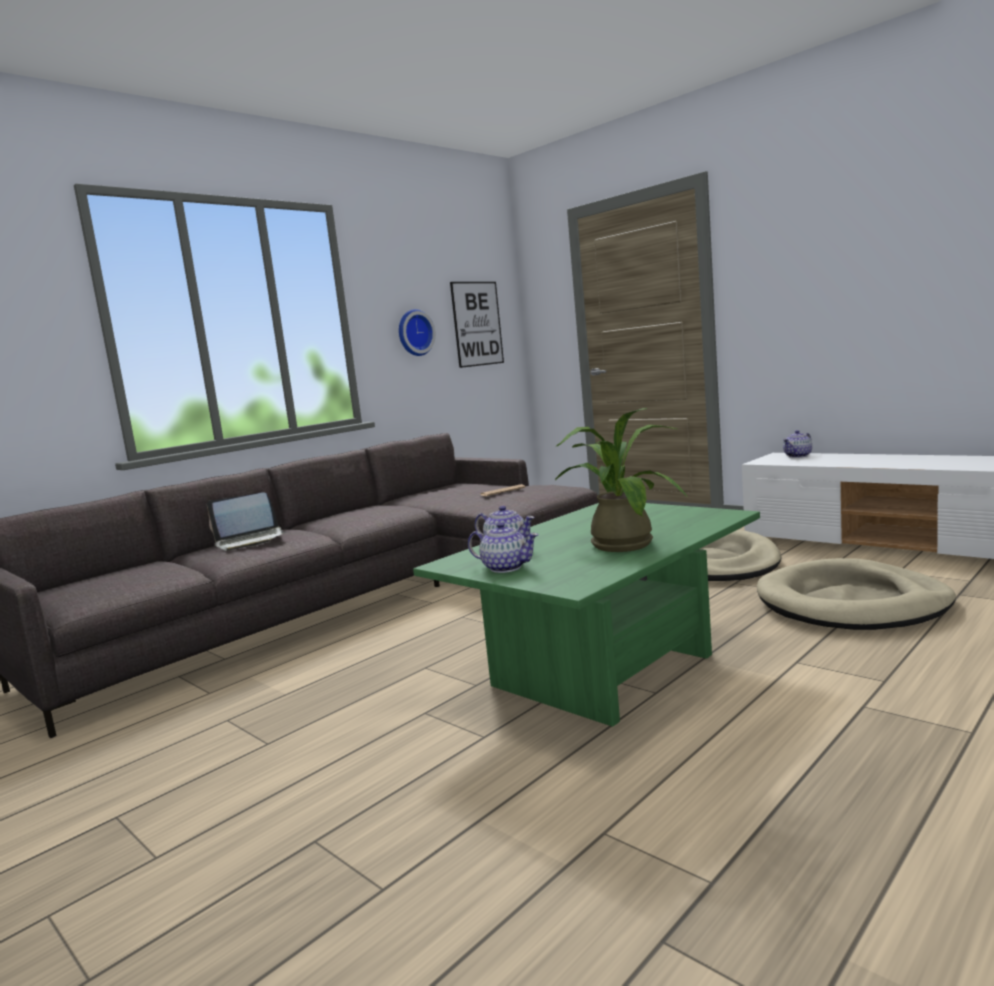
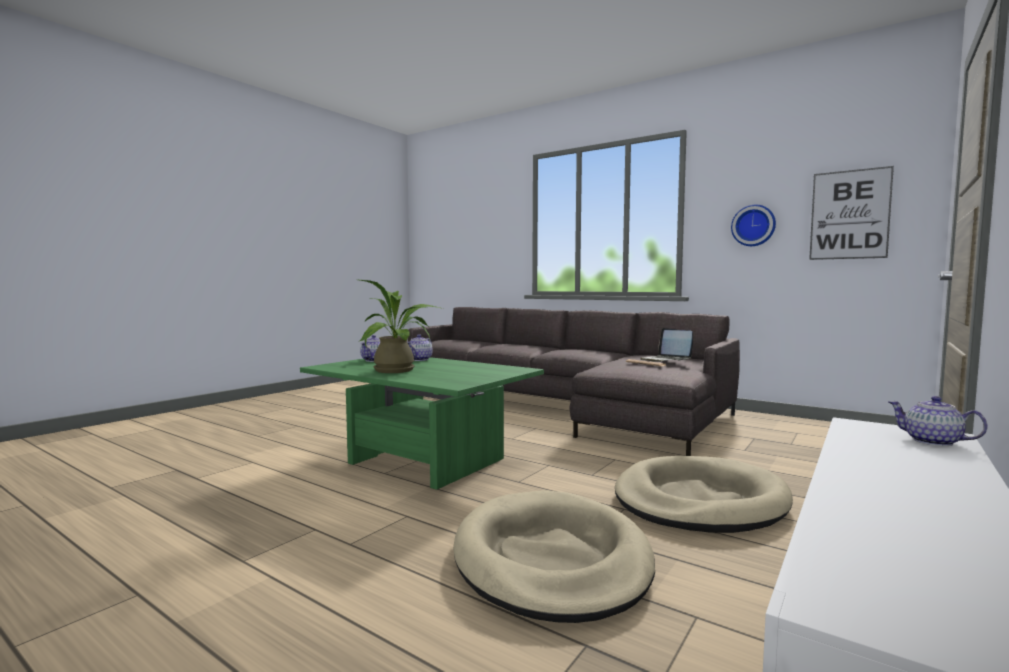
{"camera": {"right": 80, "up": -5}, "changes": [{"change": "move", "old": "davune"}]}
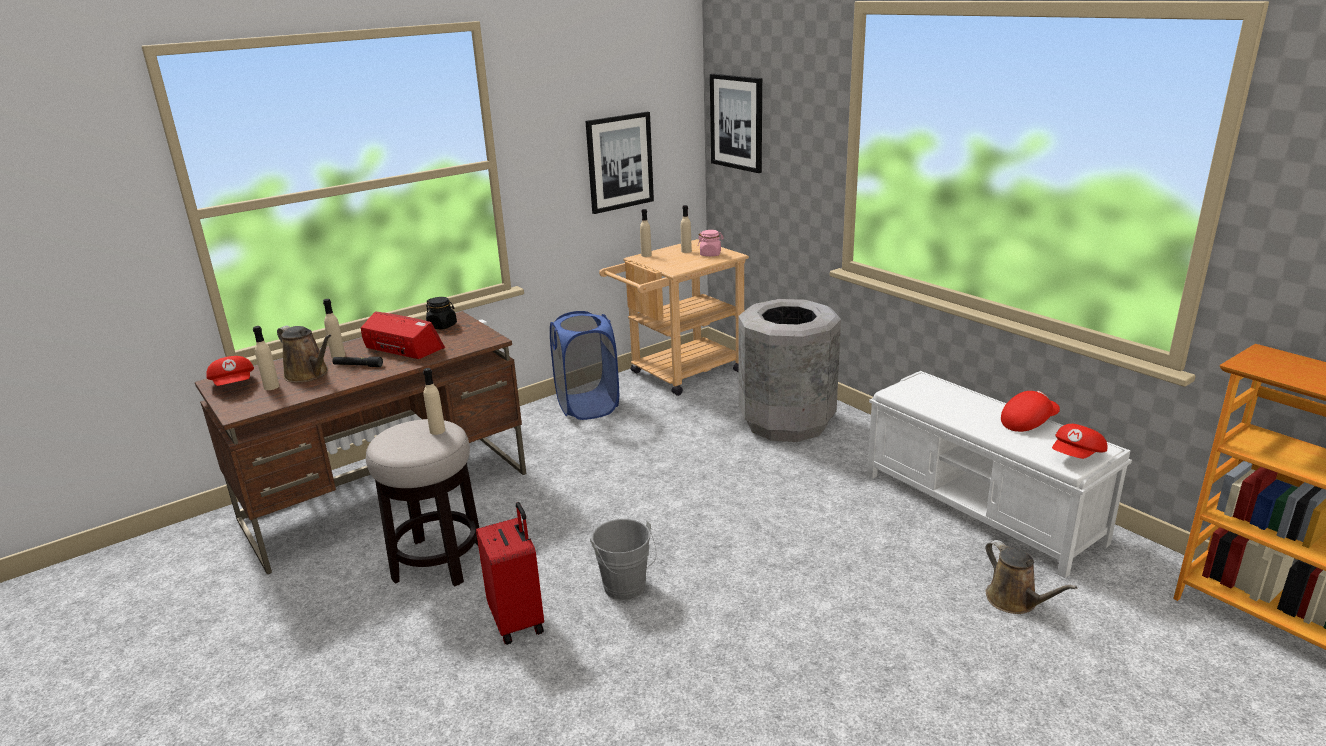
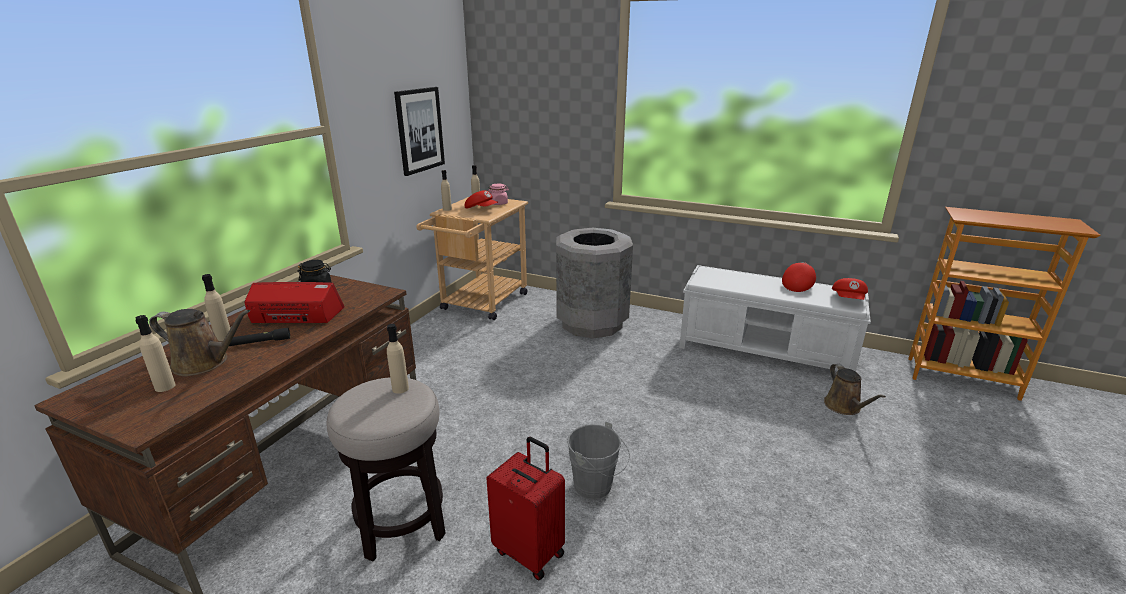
{"camera": {"right": -30, "up": 0}, "changes": [{"change": "delete", "old": "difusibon (2nd from left)"}, {"change": "delete", "old": "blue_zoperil"}, {"change": "move", "old": "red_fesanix (1st from left)"}, {"change": "rotate", "old": "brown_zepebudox (2nd from left)", "degrees": 45}]}
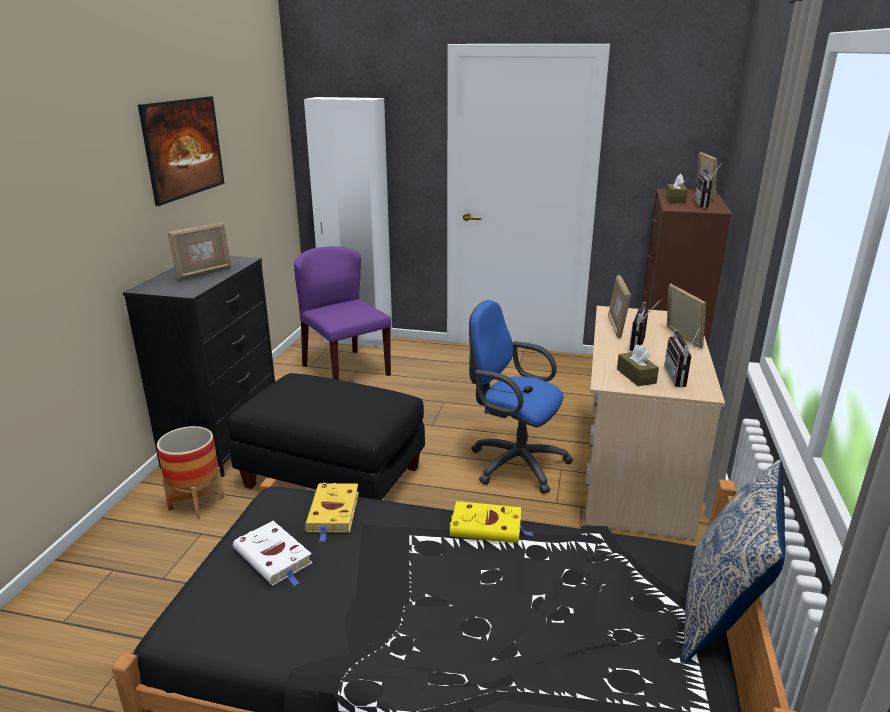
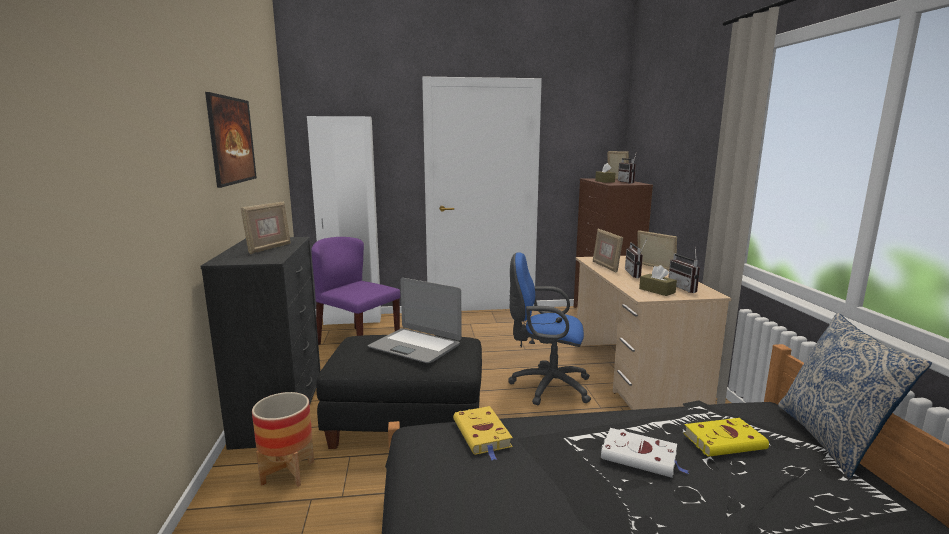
{"camera": {"right": -20, "up": -10}, "changes": [{"change": "move", "old": "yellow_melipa (2nd from left)"}, {"change": "move", "old": "white_melipa"}, {"change": "insert", "new": "davune"}]}
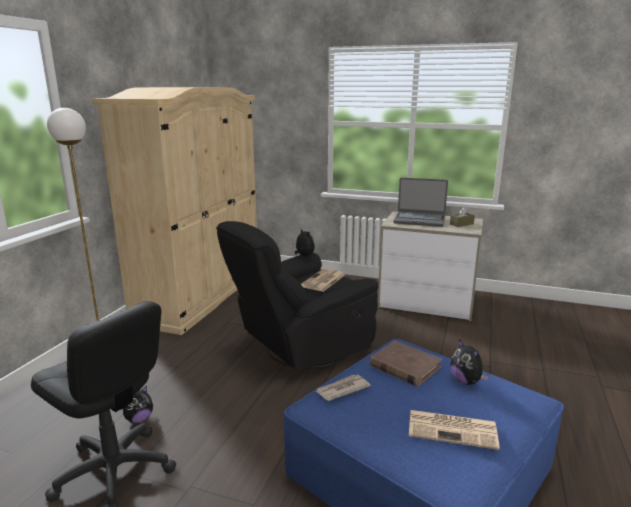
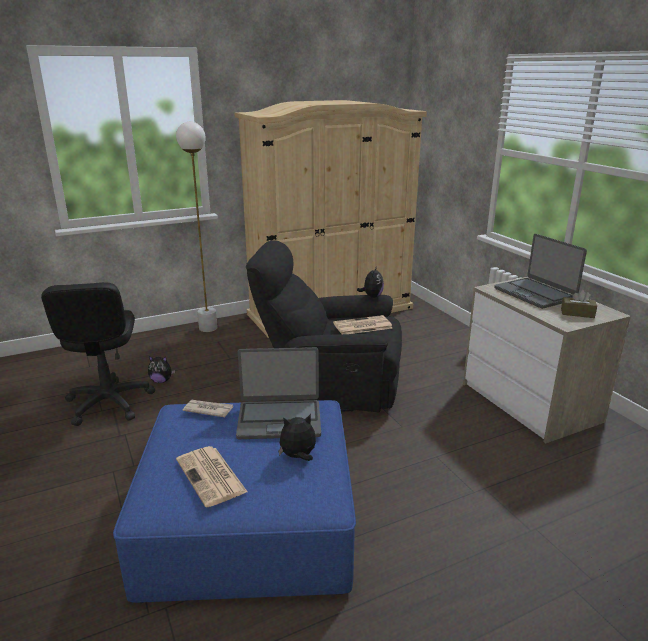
{"camera": {"right": 45, "up": 5}, "changes": [{"change": "rotate", "old": "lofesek (3rd from left in the first image)", "degrees": 60}, {"change": "replace", "old": "brown_melipa", "new": "davune (1st from left)"}]}
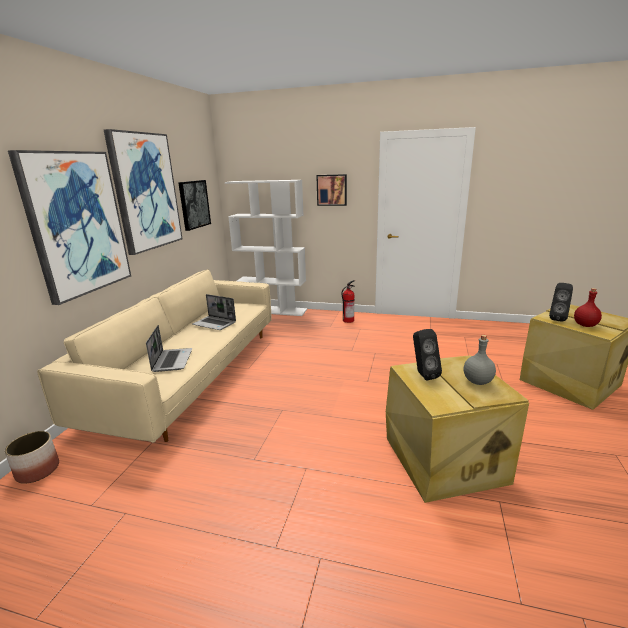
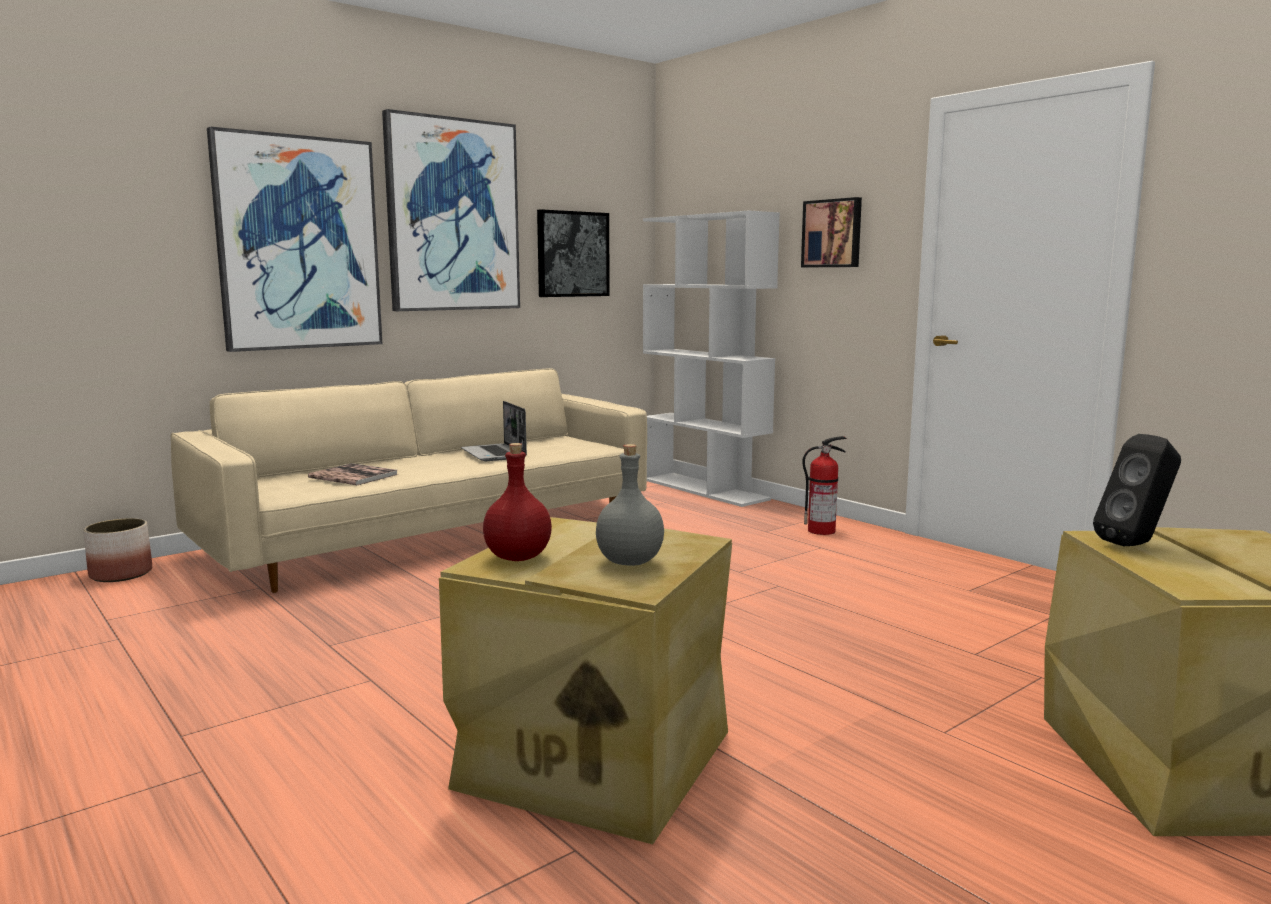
{"camera": {"right": 35, "up": -10}, "changes": [{"change": "move", "old": "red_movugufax"}, {"change": "replace", "old": "davune (1st from left)", "new": "melipa"}, {"change": "delete", "old": "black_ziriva (1st from left)"}]}
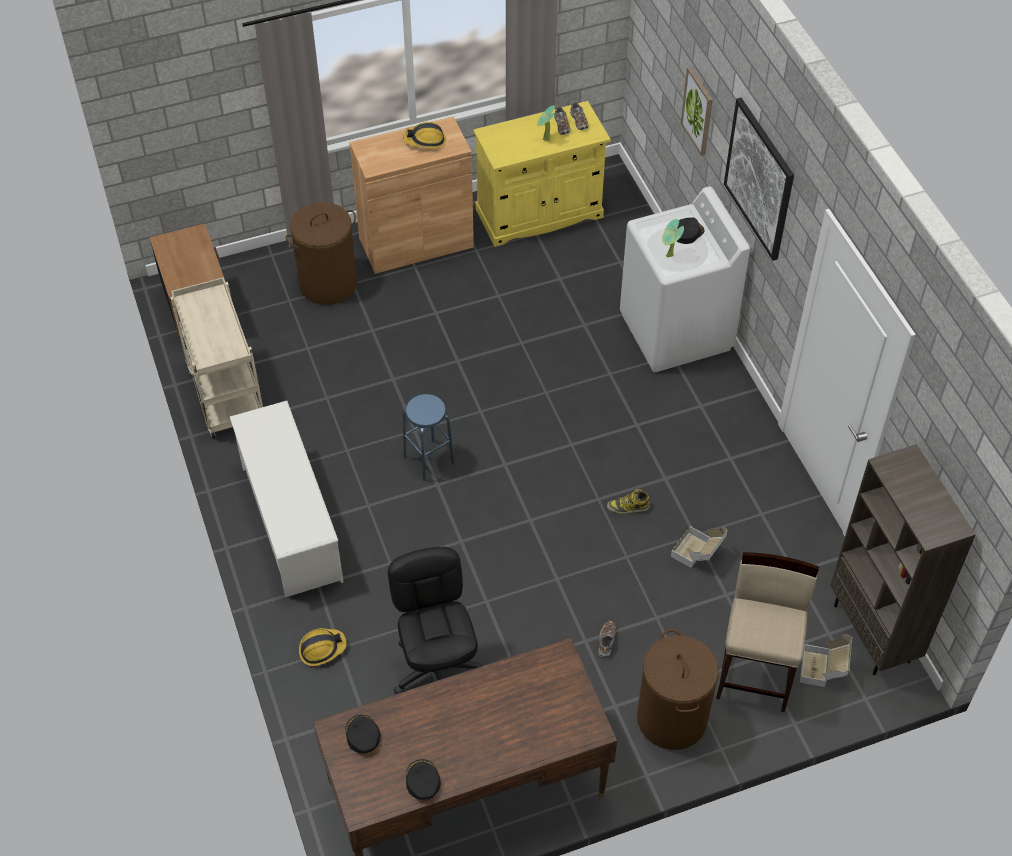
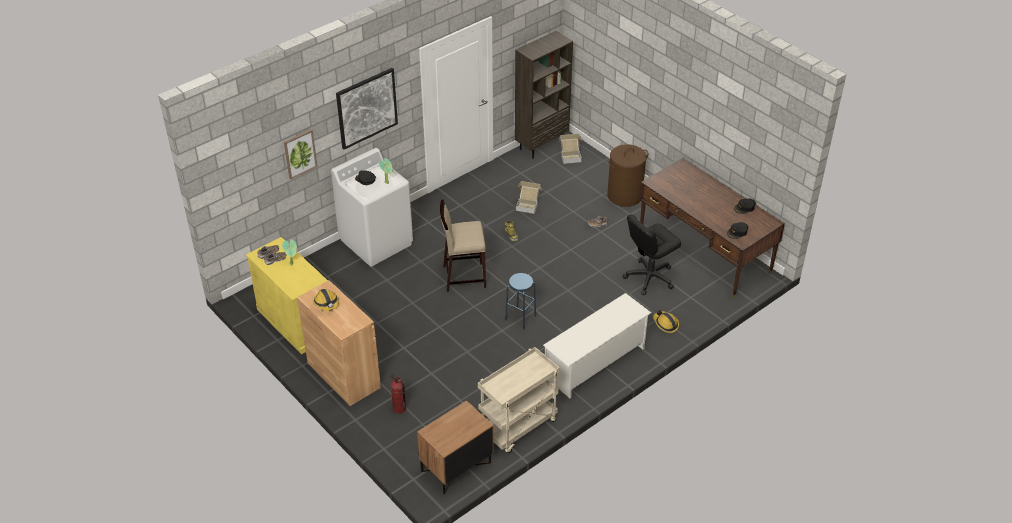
{"camera": {"right": -110, "up": -10}, "changes": [{"change": "replace", "old": "brown_zoperil (1st from left)", "new": "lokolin"}, {"change": "move", "old": "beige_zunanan"}]}
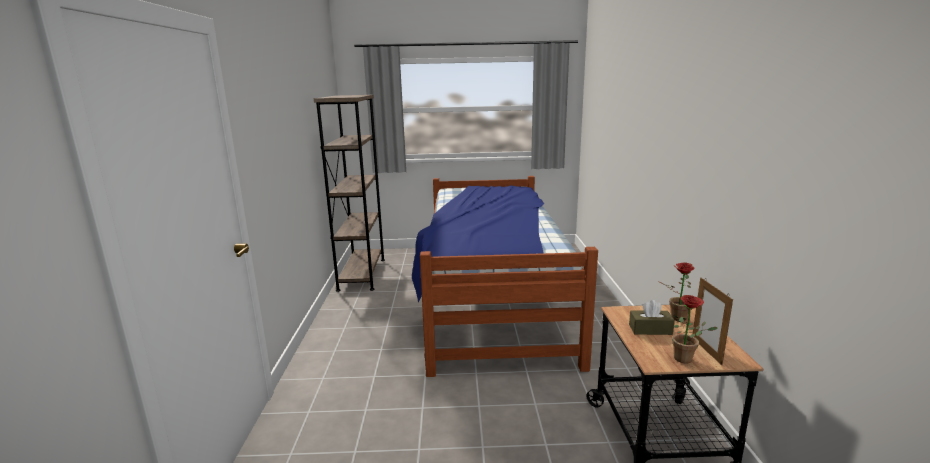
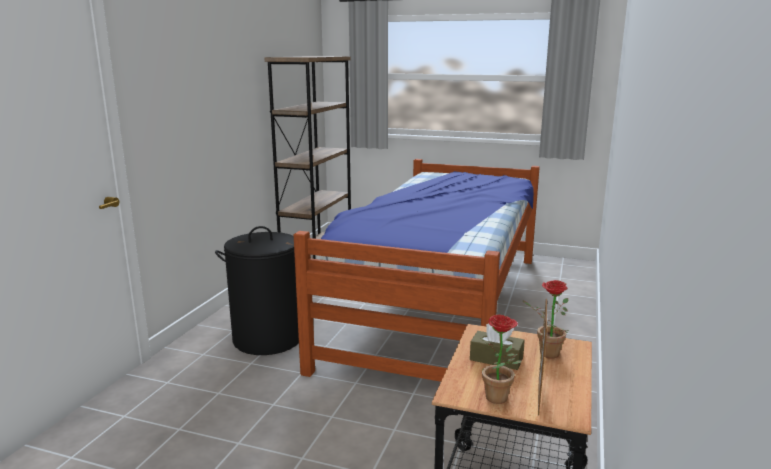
{"camera": {"right": 20, "up": 0}, "changes": [{"change": "insert", "new": "black_zoperil"}]}
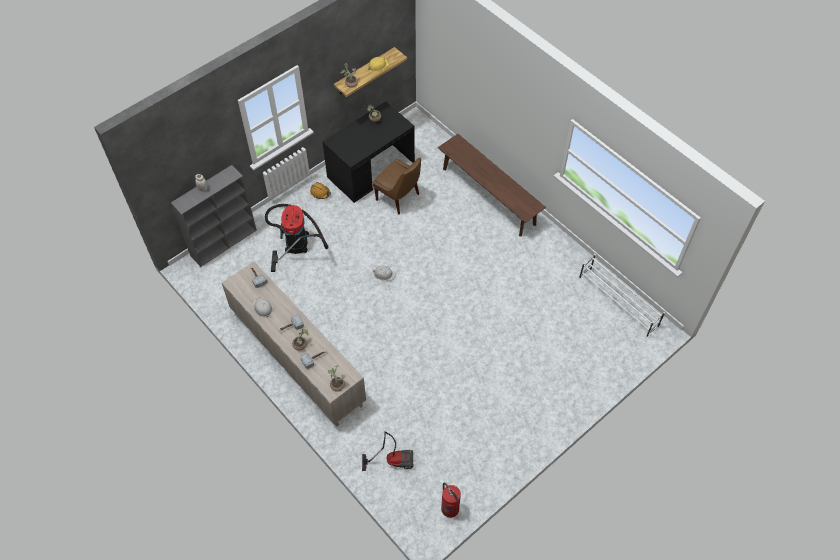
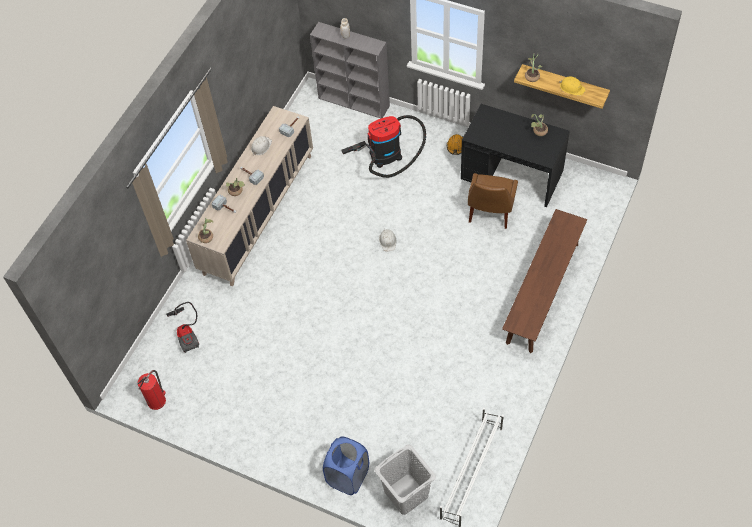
{"camera": {"right": 70, "up": 0}, "changes": [{"change": "insert", "new": "blue_zoperil"}, {"change": "insert", "new": "grey_zoperil"}]}
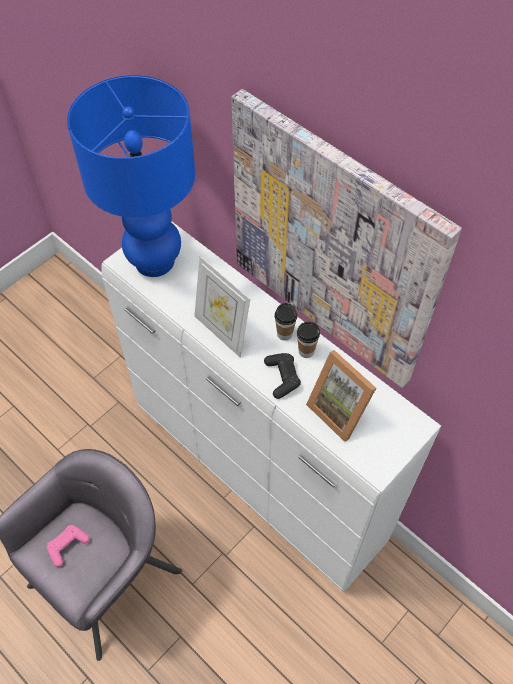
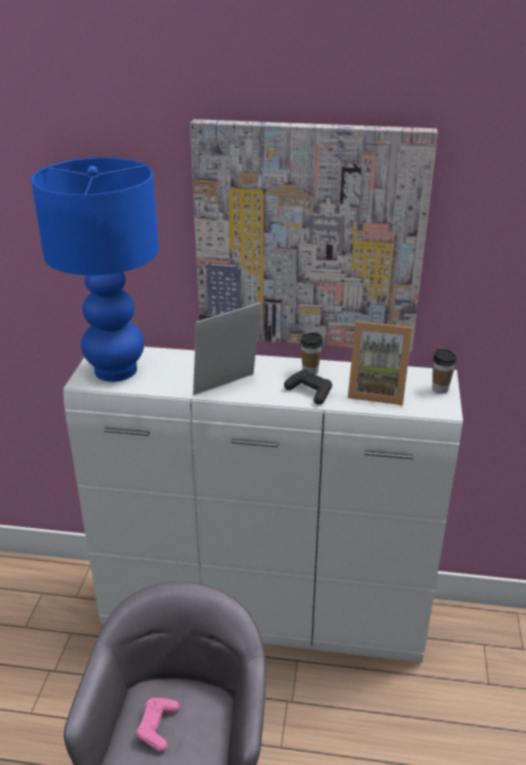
{"camera": {"right": -35, "up": -25}, "changes": [{"change": "rotate", "old": "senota (1st from left)", "degrees": 135}, {"change": "move", "old": "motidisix (1st from left in the first image)", "new": "motidisix (2nd from left)"}]}
